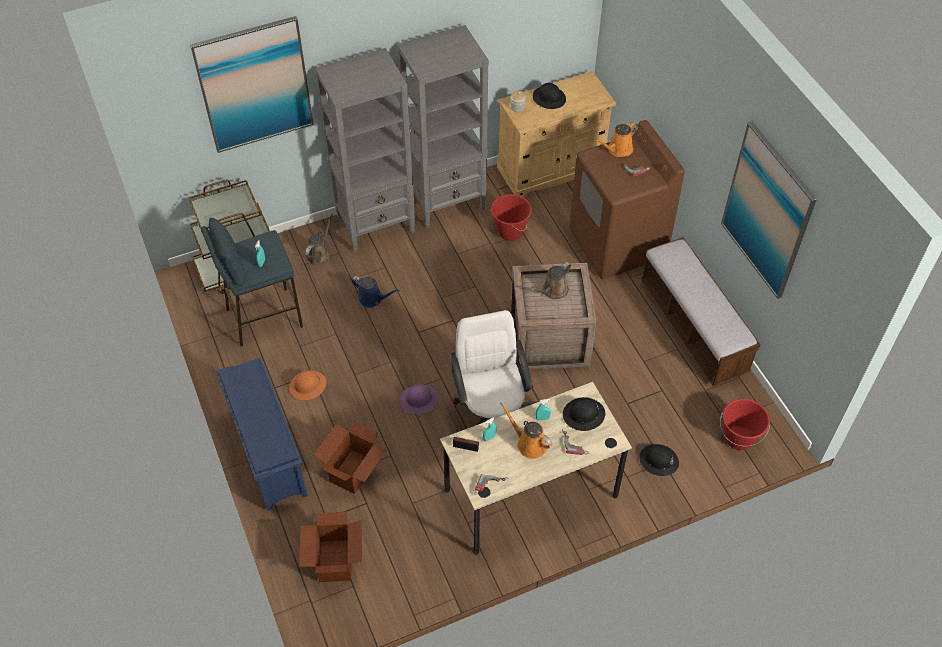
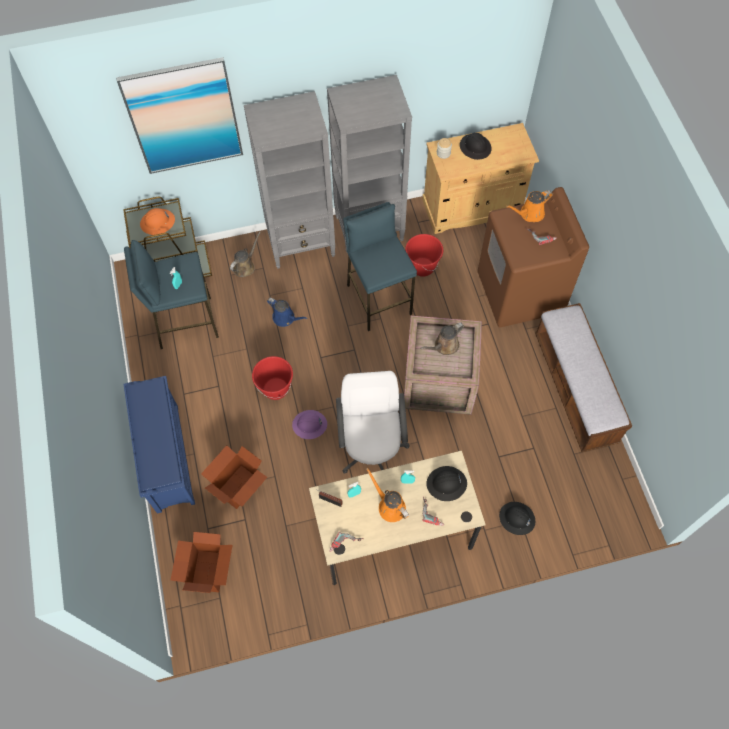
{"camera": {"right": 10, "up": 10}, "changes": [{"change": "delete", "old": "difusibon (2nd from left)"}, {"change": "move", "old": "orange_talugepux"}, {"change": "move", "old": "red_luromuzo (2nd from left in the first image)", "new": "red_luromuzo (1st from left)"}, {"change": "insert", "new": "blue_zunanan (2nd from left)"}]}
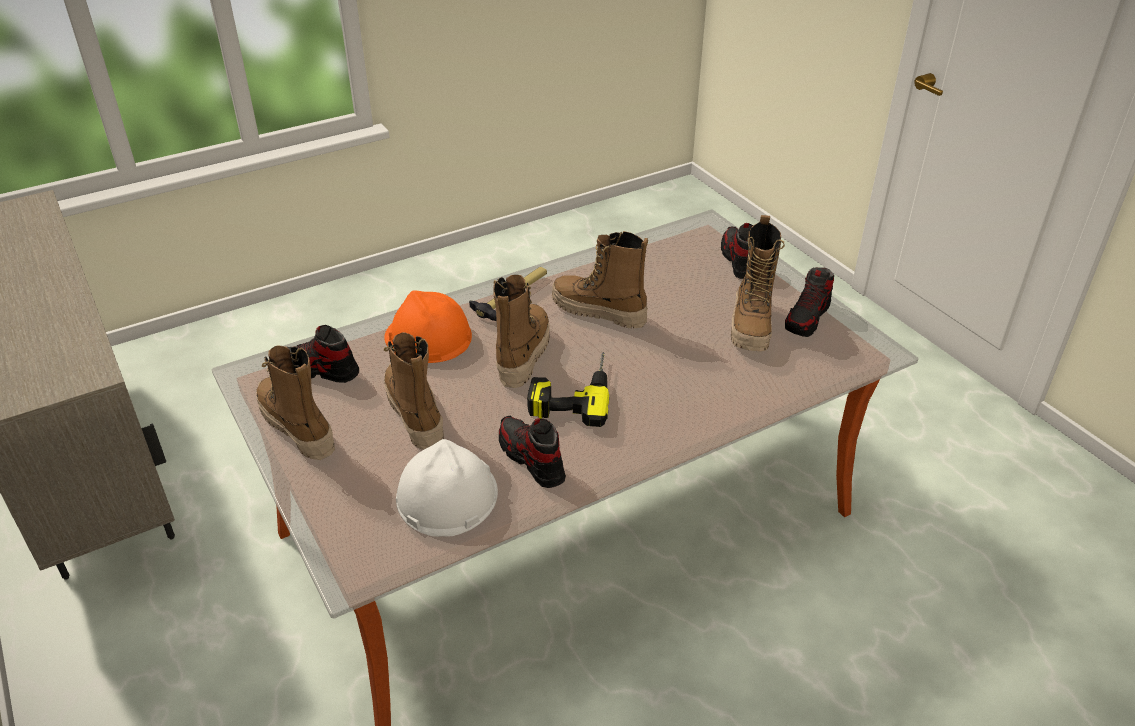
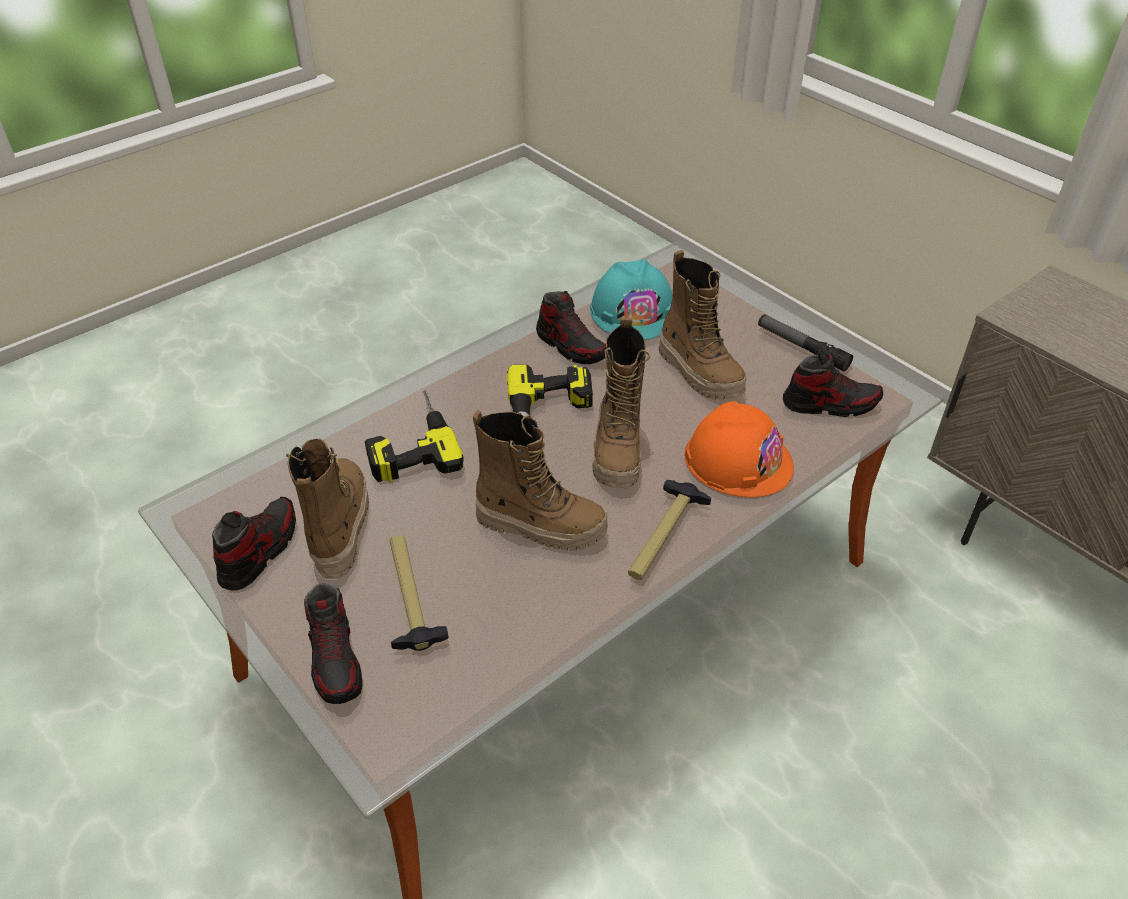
{"camera": {"right": 170, "up": 5}, "changes": [{"change": "replace", "old": "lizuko (1st from left)", "new": "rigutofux"}, {"change": "recolor", "old": "white_talugepux", "new": "turquoise_talugepux"}, {"change": "insert", "new": "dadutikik (1st from left)"}, {"change": "insert", "new": "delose (1st from left)"}]}
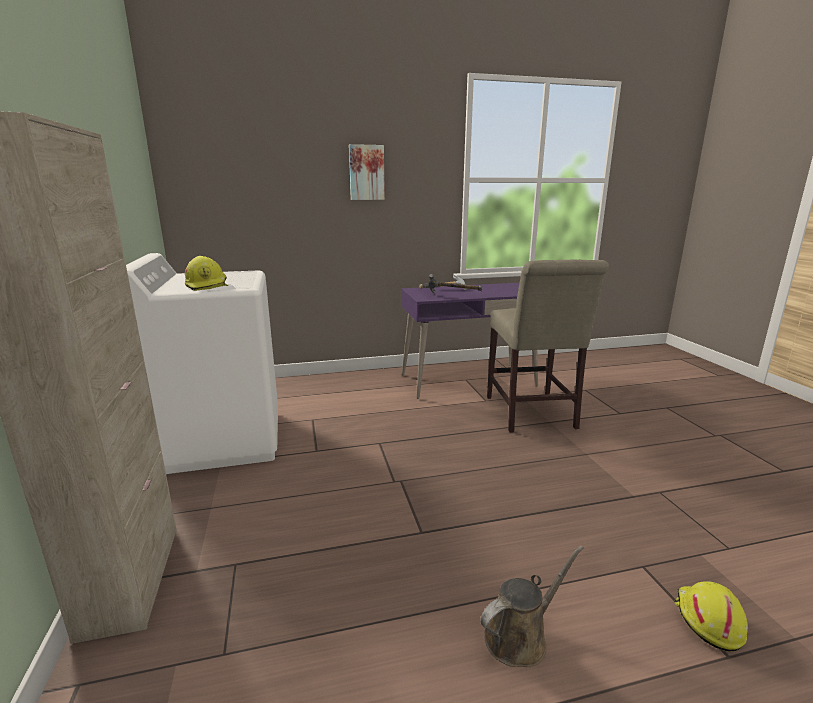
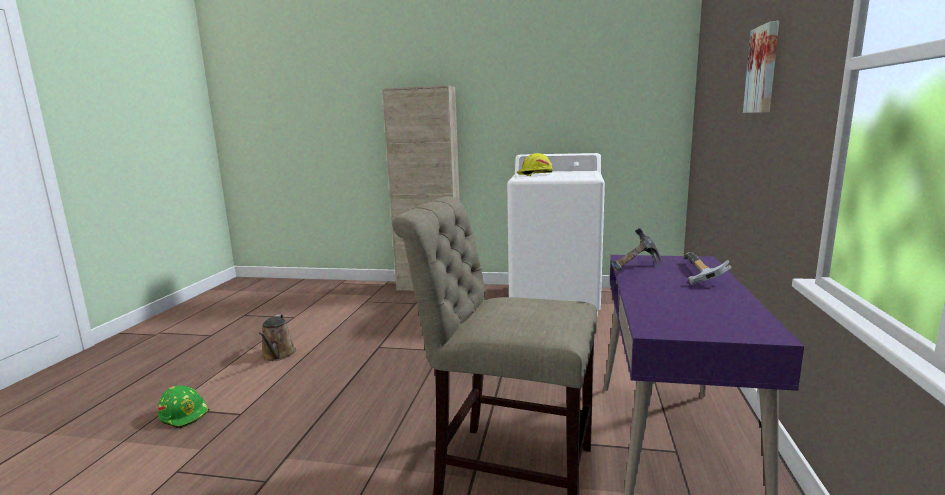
{"camera": {"right": 115, "up": -5}, "changes": [{"change": "recolor", "old": "yellow_talugepux (2nd from left)", "new": "green_talugepux"}]}
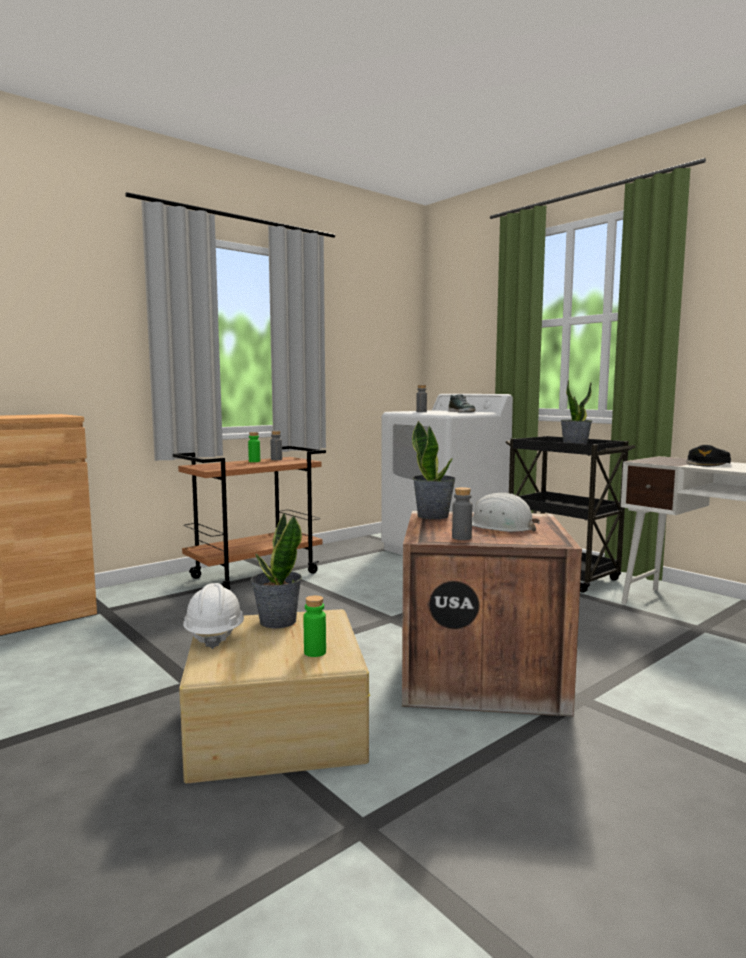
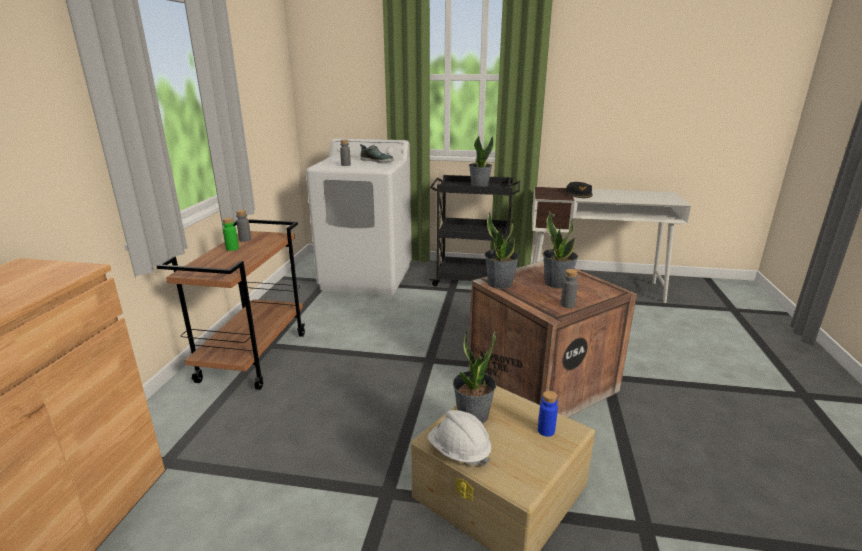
{"camera": {"right": -40, "up": 15}, "changes": [{"change": "replace", "old": "white_talugepux (2nd from left)", "new": "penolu (4th from left)"}, {"change": "recolor", "old": "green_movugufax (2nd from left)", "new": "blue_movugufax"}]}
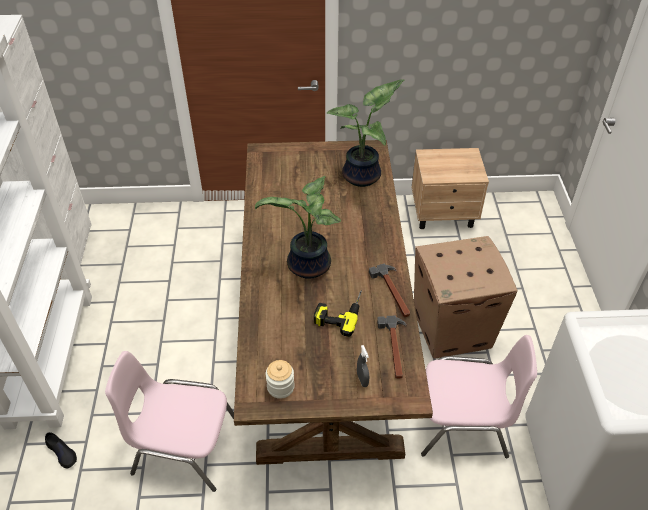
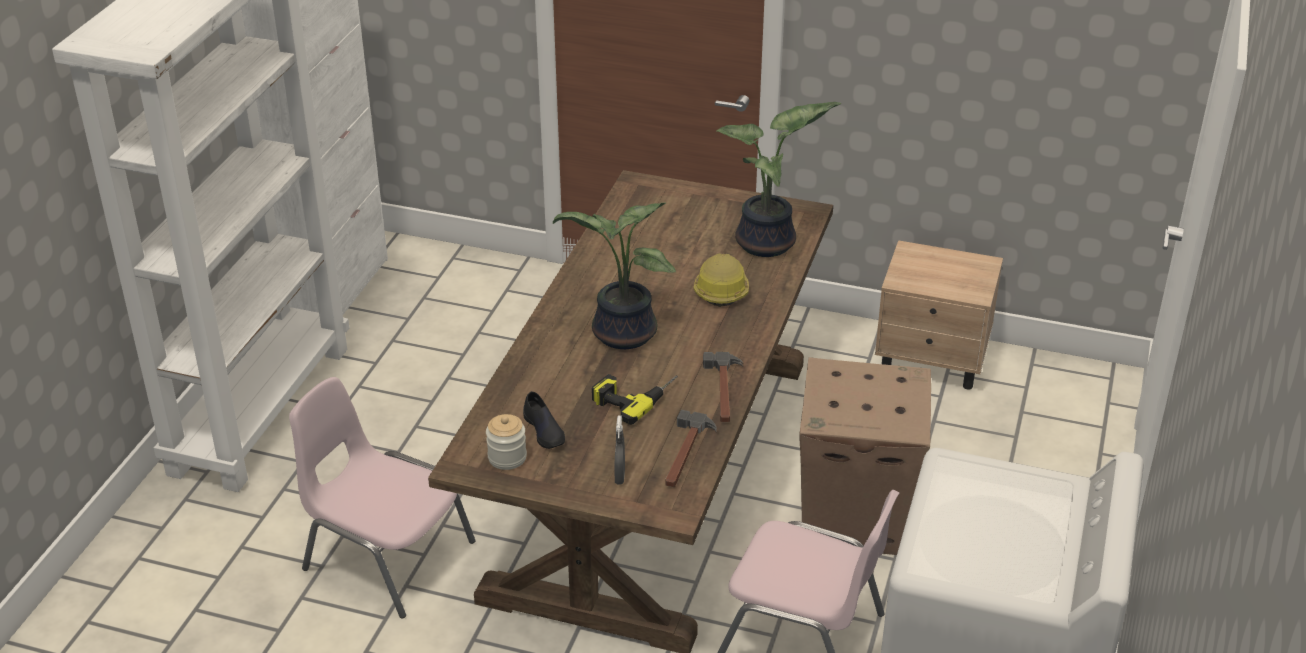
{"camera": {"right": 20, "up": -10}, "changes": [{"change": "move", "old": "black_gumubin"}, {"change": "insert", "new": "talugepux"}]}
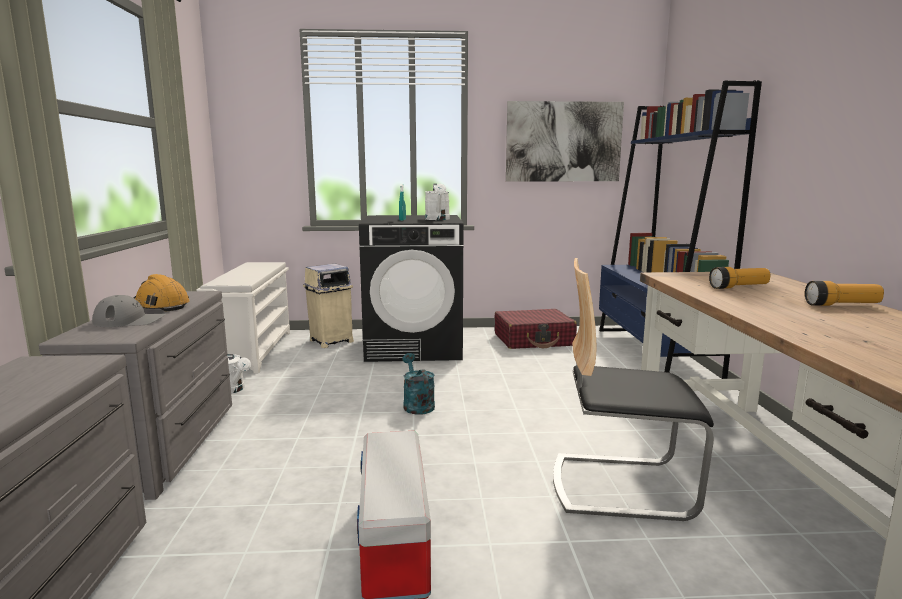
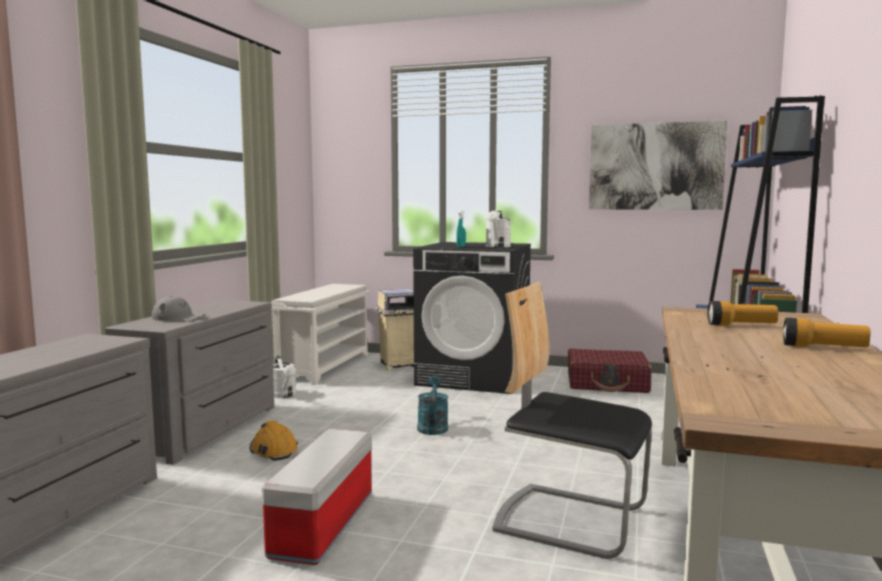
{"camera": {"right": 20, "up": -5}, "changes": [{"change": "move", "old": "orange_talugepux"}]}
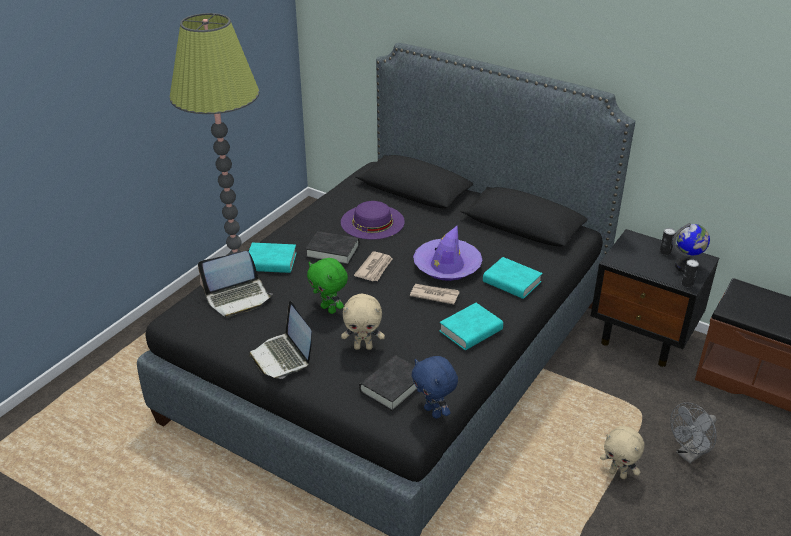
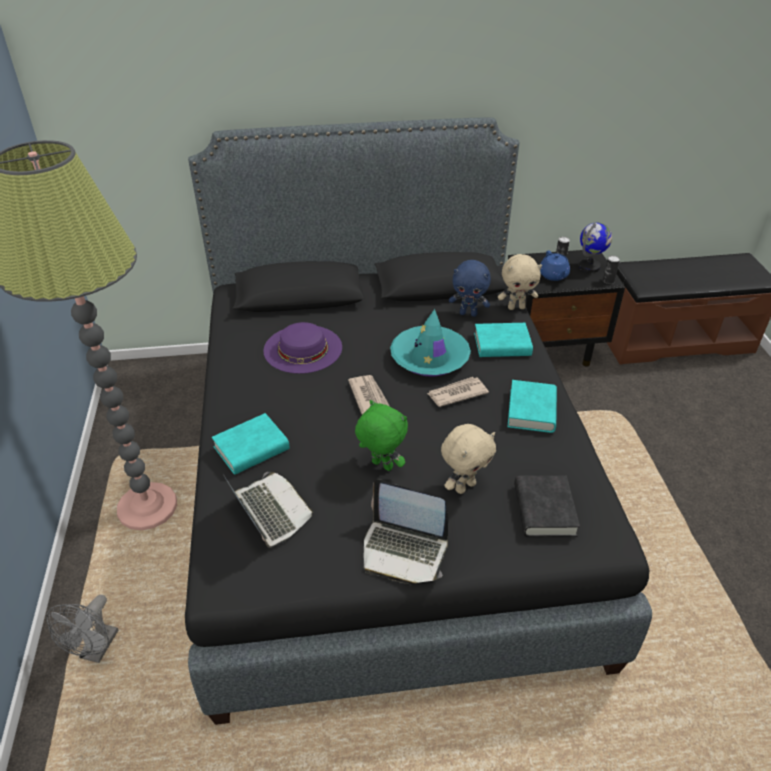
{"camera": {"right": -40, "up": 5}, "changes": [{"change": "recolor", "old": "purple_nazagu (2nd from left)", "new": "turquoise_nazagu"}, {"change": "delete", "old": "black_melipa (1st from left)"}, {"change": "rotate", "old": "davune (1st from left)", "degrees": -60}, {"change": "rotate", "old": "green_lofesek", "degrees": -150}, {"change": "move", "old": "blue_lofesek"}, {"change": "move", "old": "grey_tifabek"}, {"change": "move", "old": "beige_lofesek (2nd from left)"}, {"change": "insert", "new": "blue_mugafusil"}]}
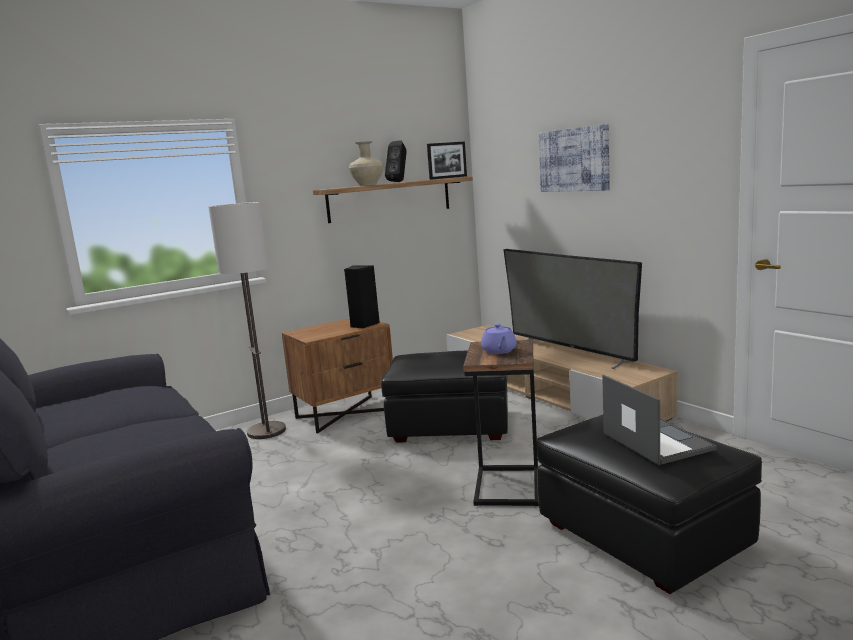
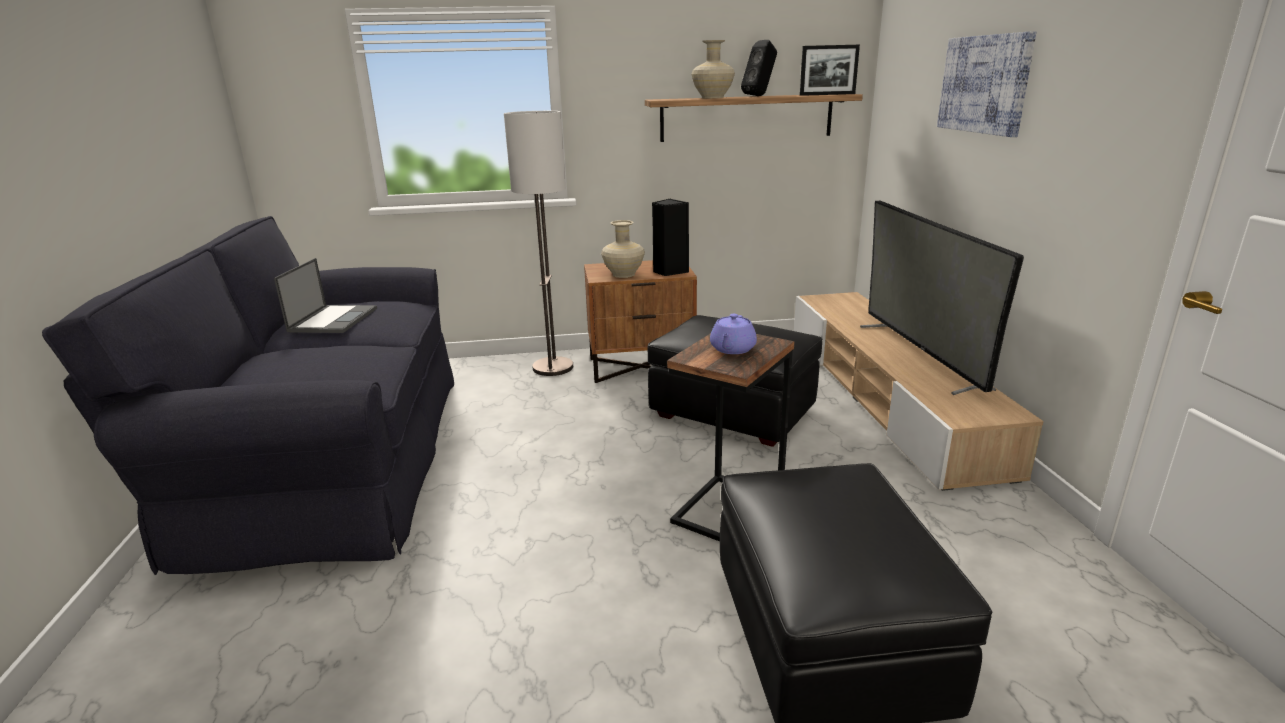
{"camera": {"right": 25, "up": 10}, "changes": [{"change": "move", "old": "davune"}, {"change": "insert", "new": "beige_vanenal (1st from left)"}]}
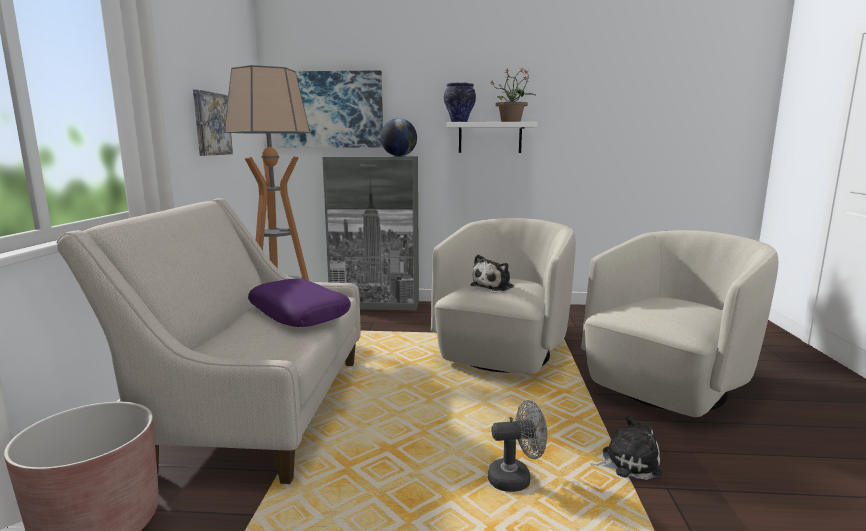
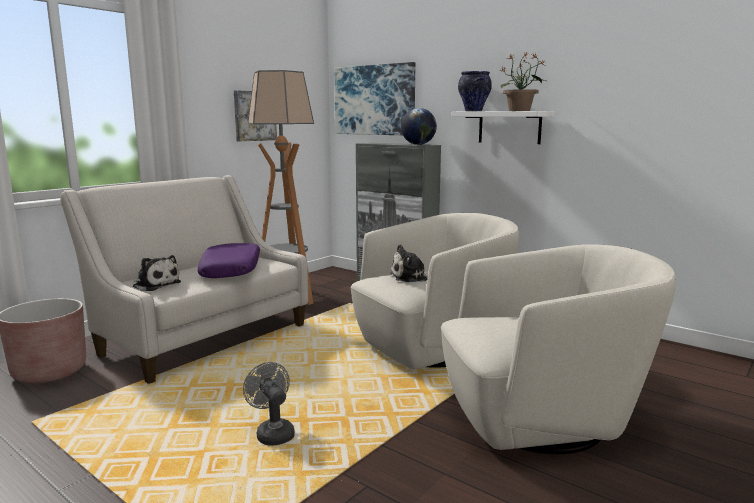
{"camera": {"right": 35, "up": 0}, "changes": [{"change": "rotate", "old": "grey_tifabek", "degrees": -150}, {"change": "move", "old": "lofesek (2nd from left in the first image)", "new": "lofesek (1st from left)"}]}
